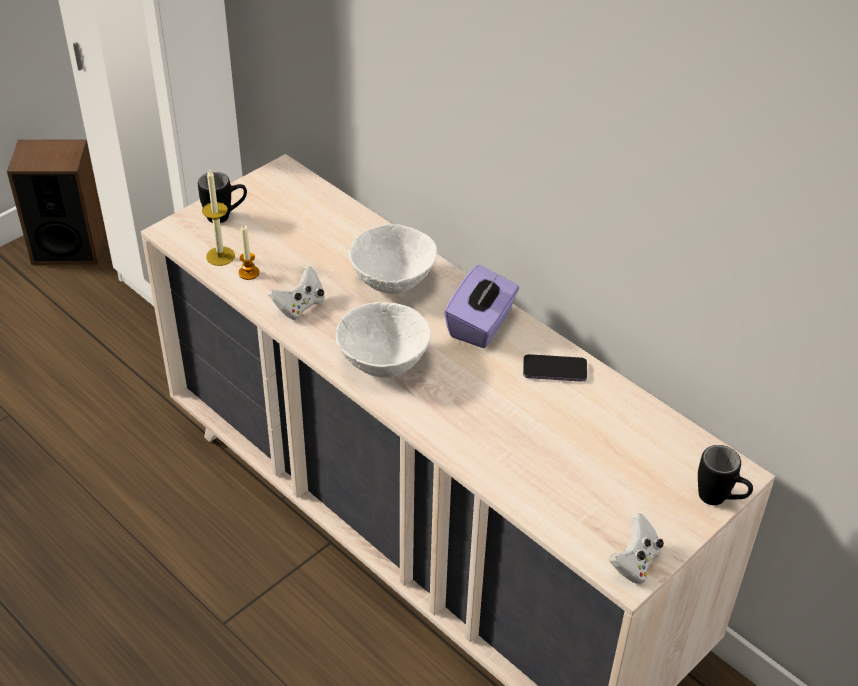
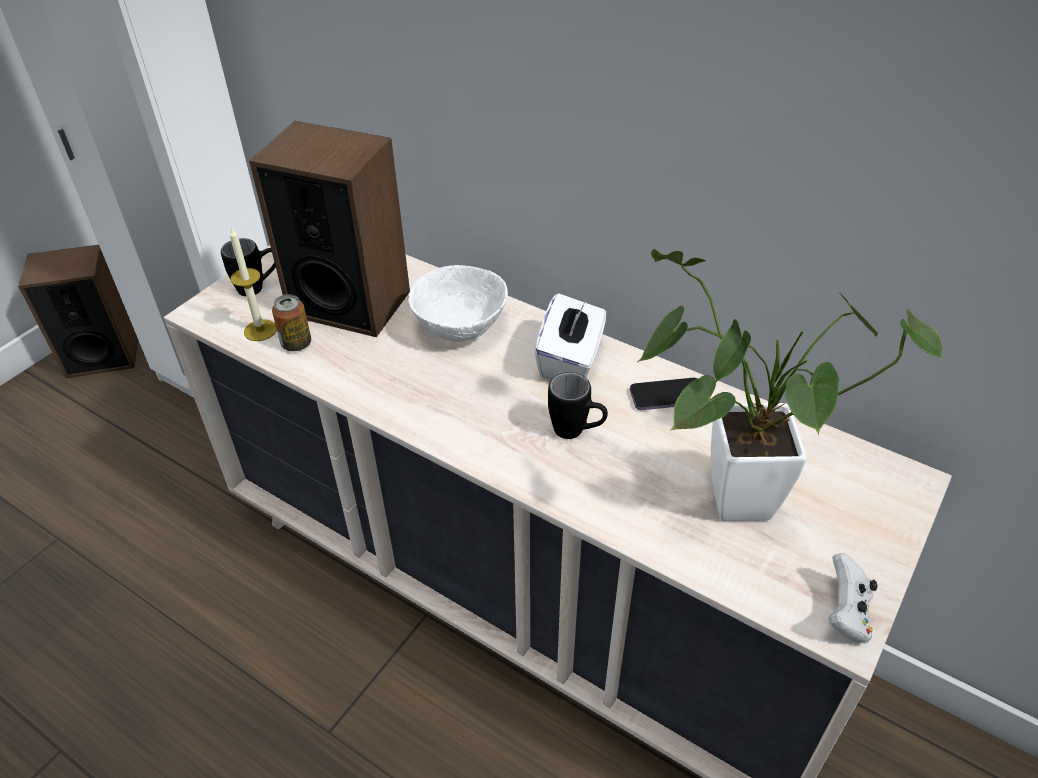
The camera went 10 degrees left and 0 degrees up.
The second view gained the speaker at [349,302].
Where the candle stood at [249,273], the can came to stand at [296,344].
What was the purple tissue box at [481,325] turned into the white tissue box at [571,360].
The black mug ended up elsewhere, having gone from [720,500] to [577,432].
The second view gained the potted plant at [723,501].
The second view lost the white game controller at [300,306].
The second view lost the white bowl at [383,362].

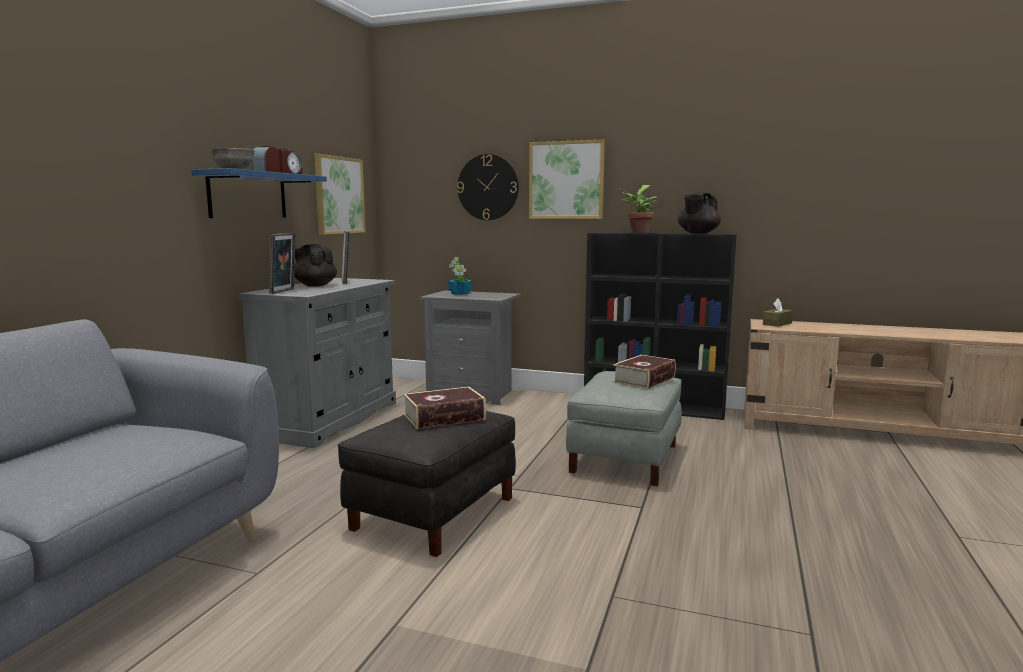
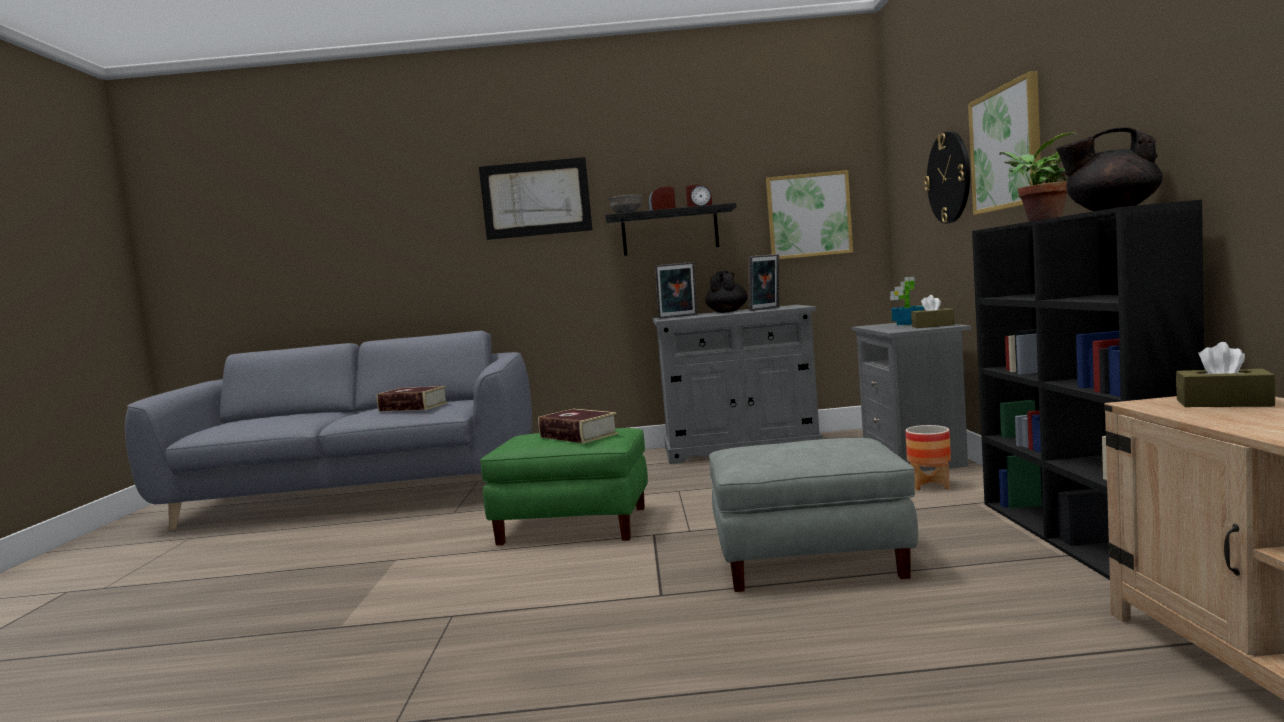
The camera went 70 degrees right and 5 degrees down.
The book ended up elsewhere, having gone from [644,379] to [413,407].
The second view gained the picture at [536,198].
What was the black ottoman at [433,513] turned into the green ottoman at [574,525].
What was the blue shelf at [248,195] turned into the black shelf at [670,232].
The second view gained the planter at [930,485].
The second view gained the brown tissue box at [932,326].

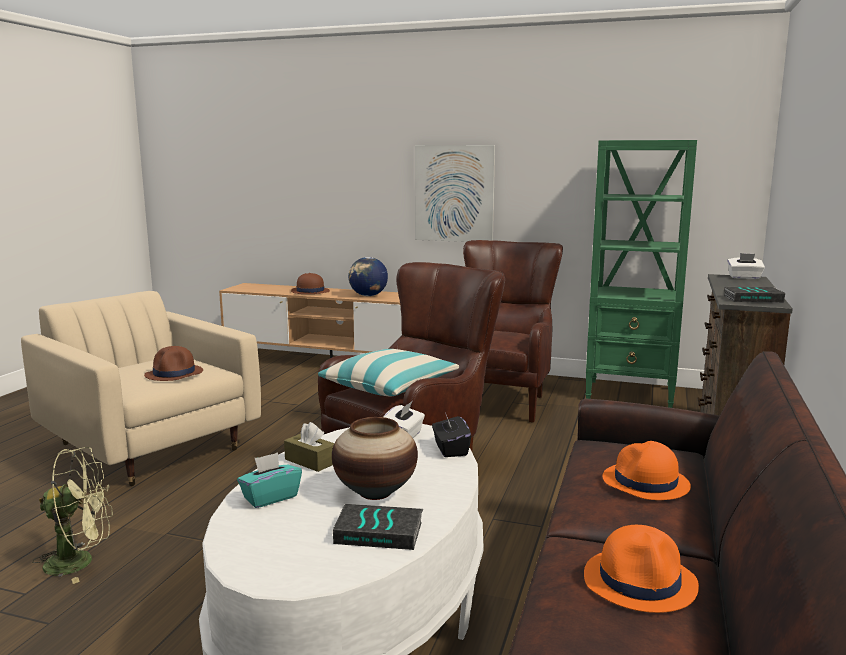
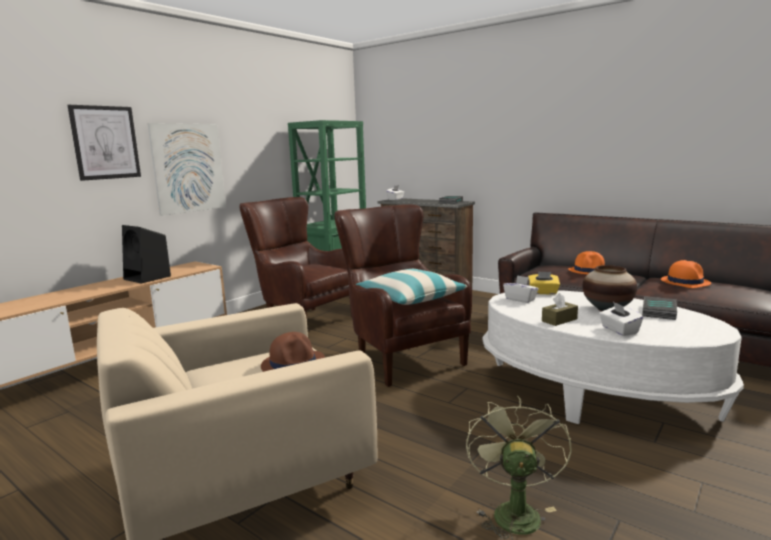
The camera went 70 degrees left and 0 degrees up.
The second view gained the picture at [105,142].
Where the globe stood at [368,296], the black speaker came to stand at [148,278].
What was the black tissue box at [450,449] turned into the yellow tissue box at [543,292].
What was the turquoise tissue box at [270,497] turned into the white tissue box at [619,330].
The second view lost the brown hat at [310,291].

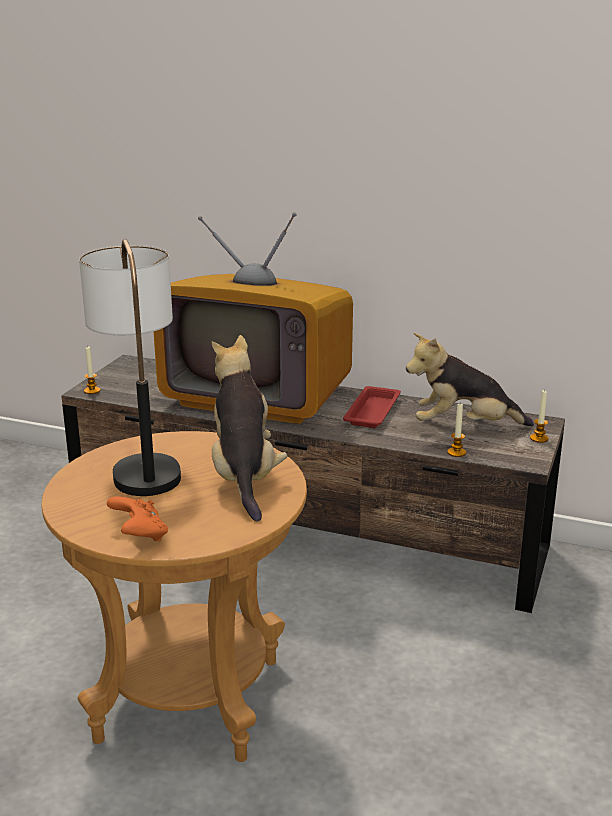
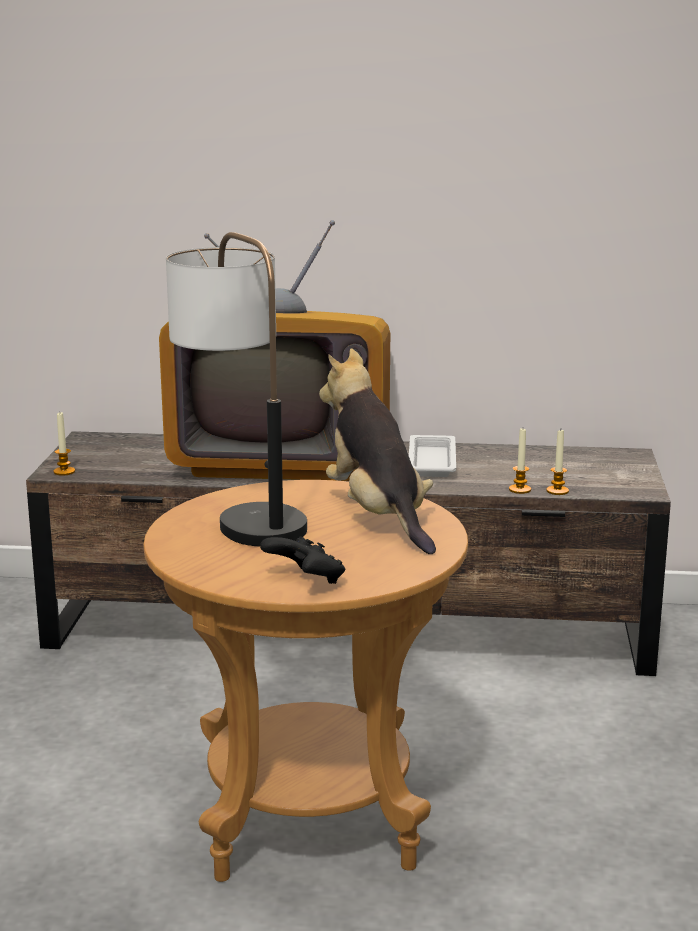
The camera went 15 degrees left and 5 degrees down.
What was the orange game controller at [139,535] turned into the black game controller at [306,581].
What was the red tray at [373,411] turned into the white tray at [432,461].
The candle ended up elsewhere, having gone from [539,438] to [520,489].
The second view lost the plush toy at [463,426].

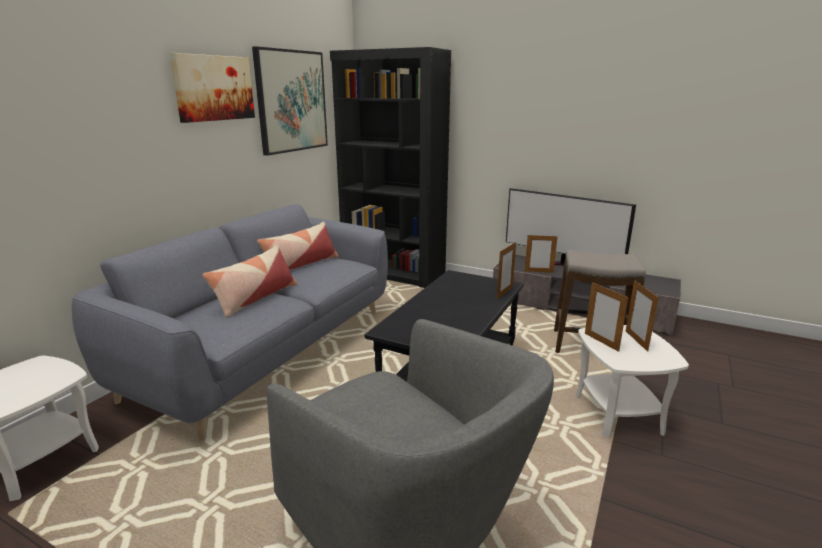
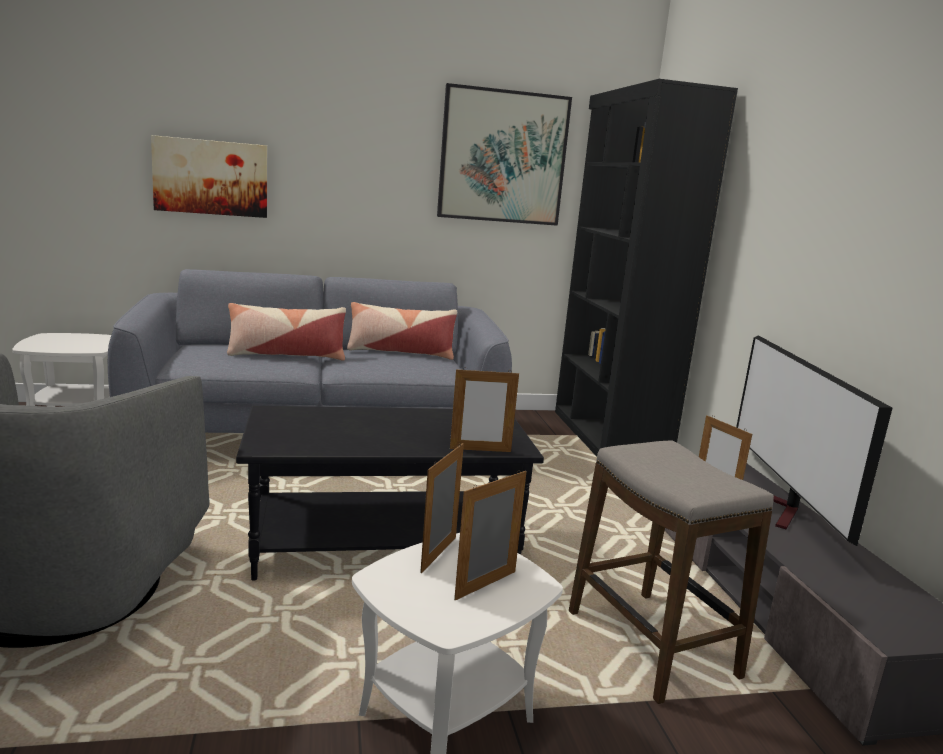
The camera went 50 degrees right and 5 degrees down.
The picture ended up elsewhere, having gone from [214,88] to [211,177].

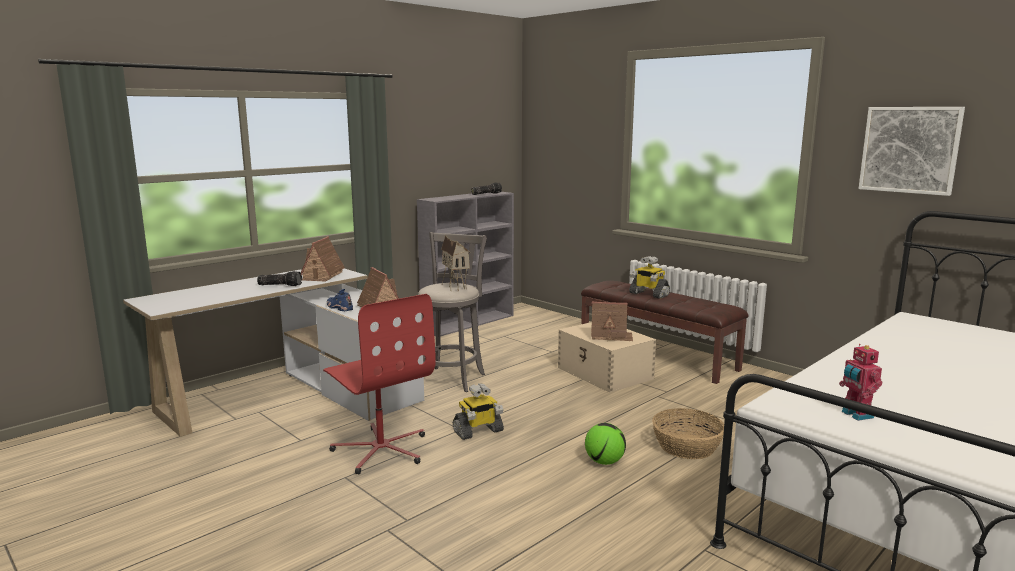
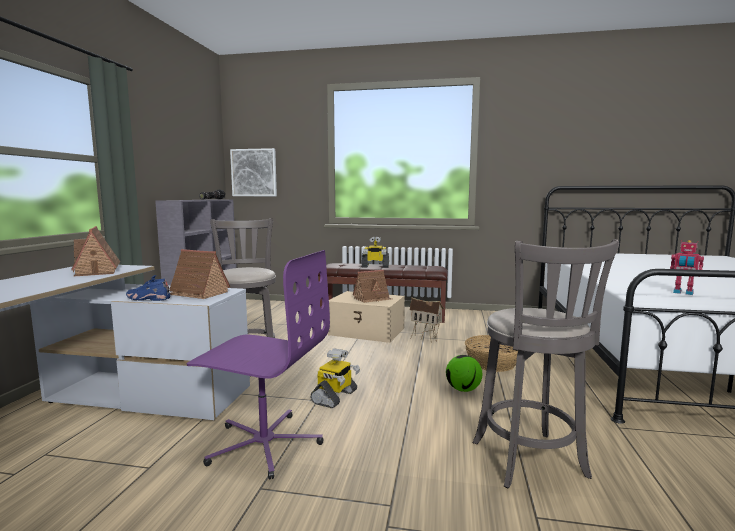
The camera went 35 degrees left and 5 degrees down.
What was the red office chair at [381,449] turned into the purple office chair at [264,444].
The picture ended up elsewhere, having gone from [909,150] to [254,172].
The toy house ended up elsewhere, having gone from [455,287] to [426,338].
The second view gained the grey stool at [531,462].
The second view lost the flashlight at [280,285].

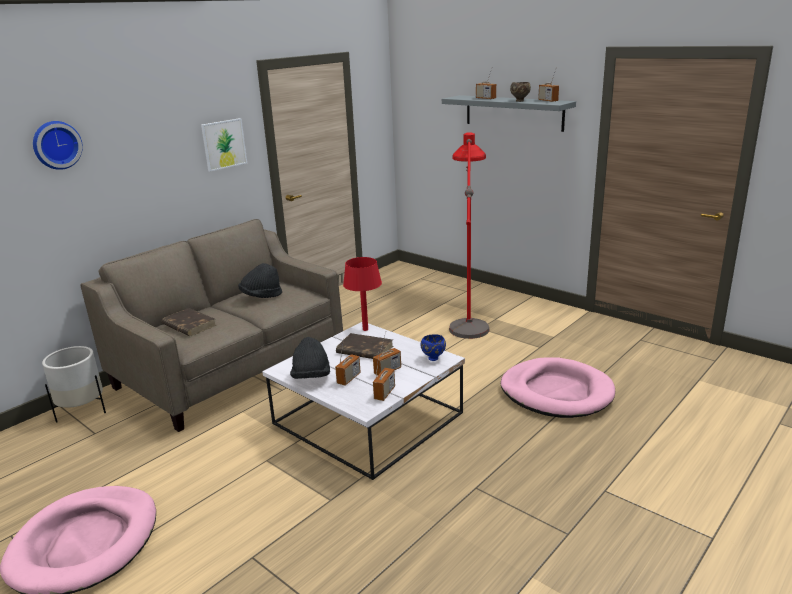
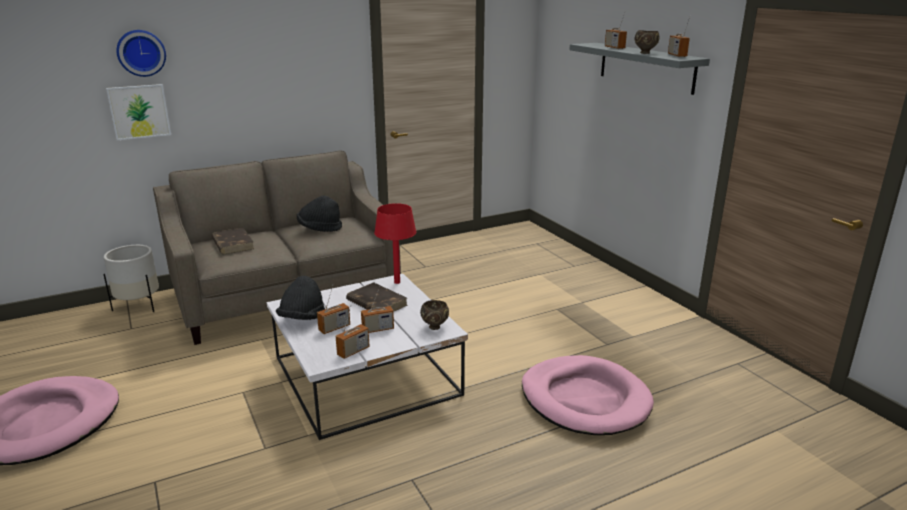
The camera went 20 degrees right and 0 degrees up.
The picture ended up elsewhere, having gone from [224,144] to [139,111].
What was the blue bowl at [433,358] turned into the brown bowl at [435,327].
The second view lost the red floor lamp at [469,317].

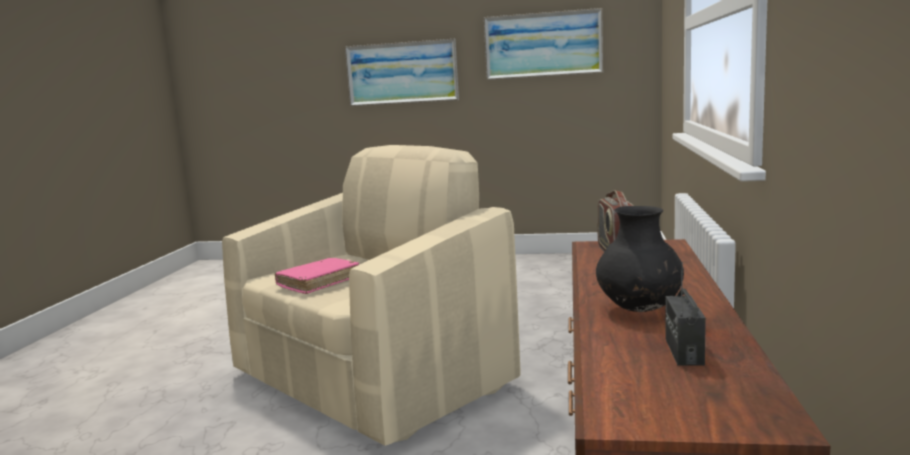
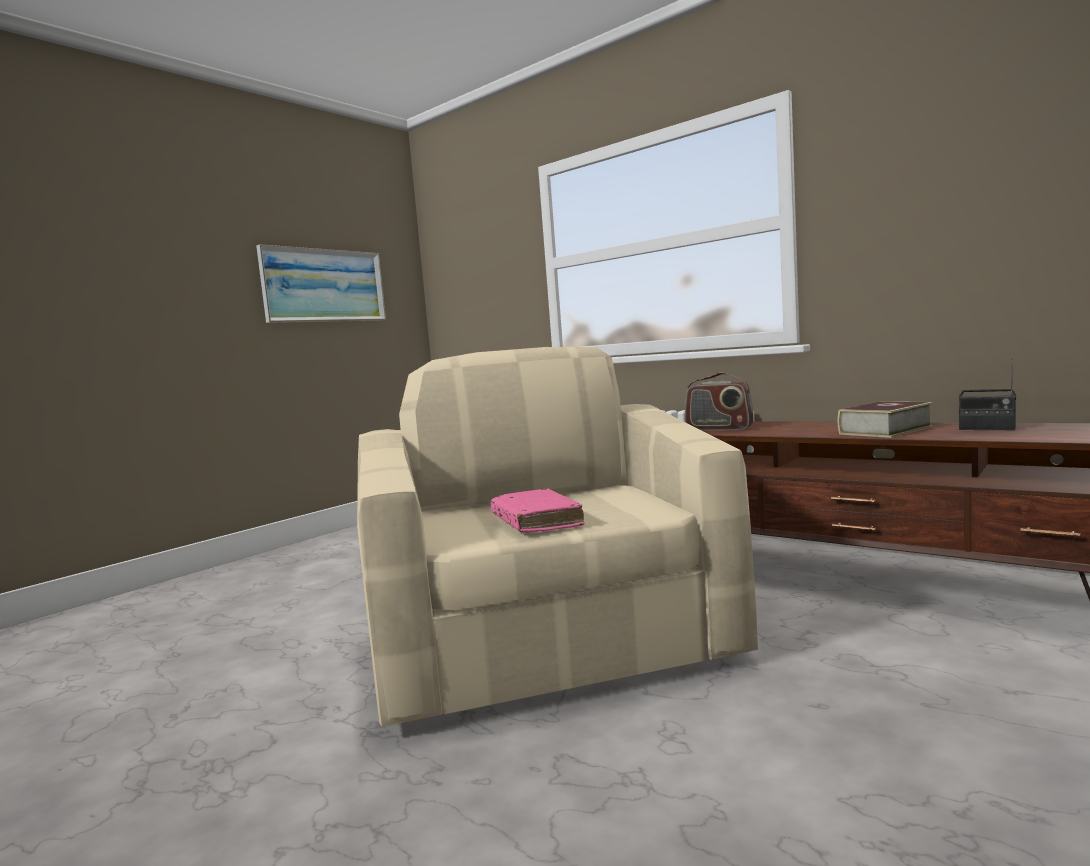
The camera went 60 degrees left and 5 degrees down.
Where the black vase stood at [639,309], the book came to stand at [885,430].
The second view lost the picture at [402,73].

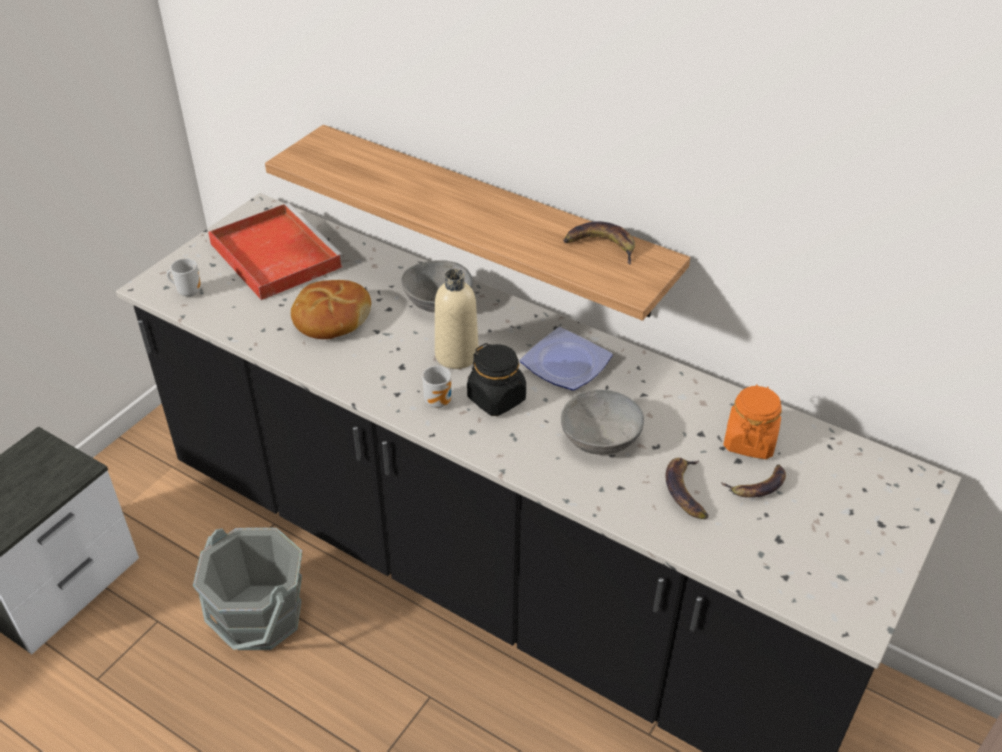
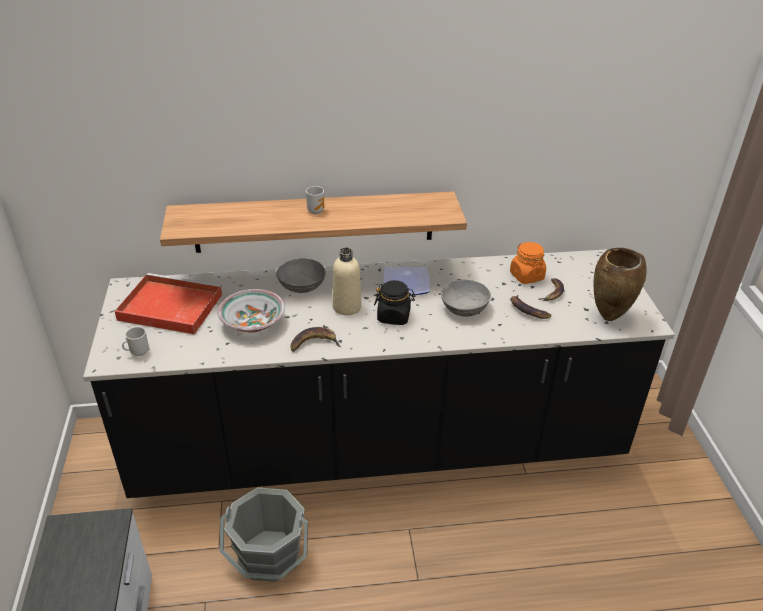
The camera went 40 degrees left and 5 degrees down.
Where the bread stood at [331,319], the bowl came to stand at [252,323].
The banana ended up elsewhere, having gone from [602,246] to [314,343].
The mug ended up elsewhere, having gone from [440,401] to [316,211].
The second view gained the brown vase at [608,318].

